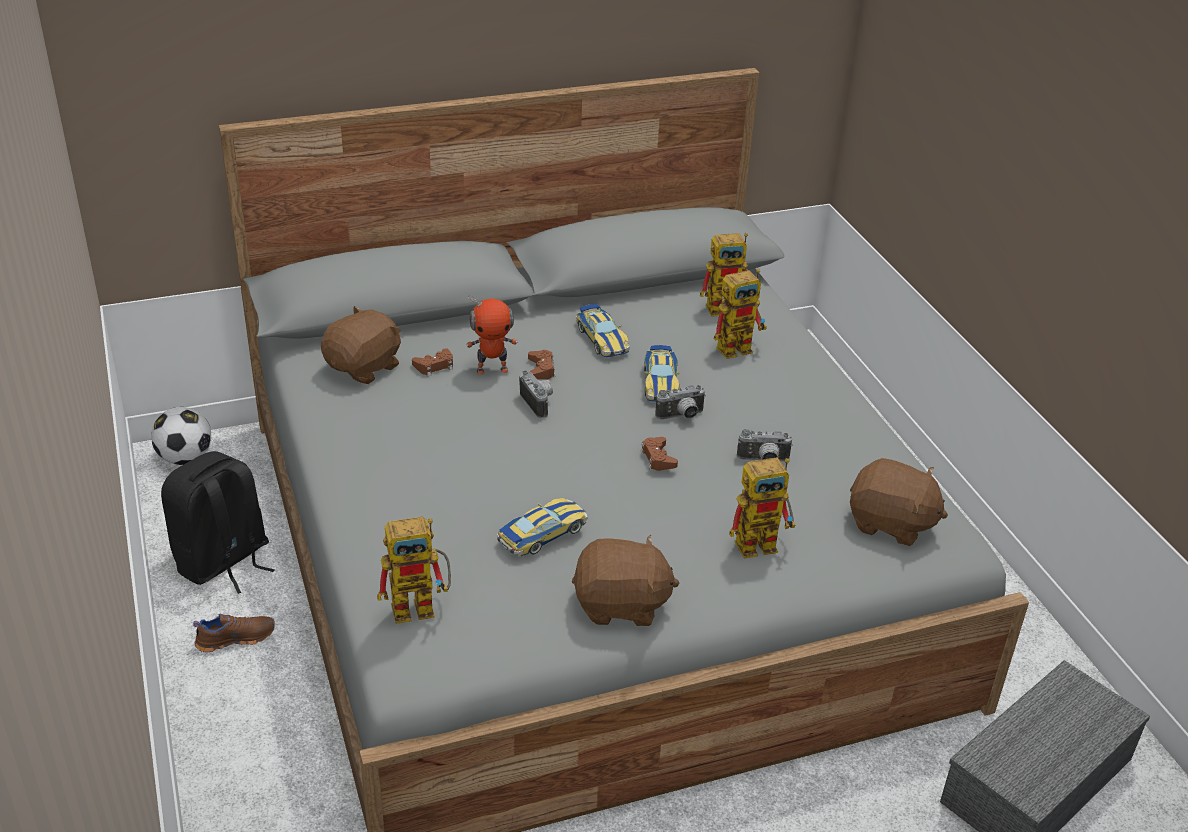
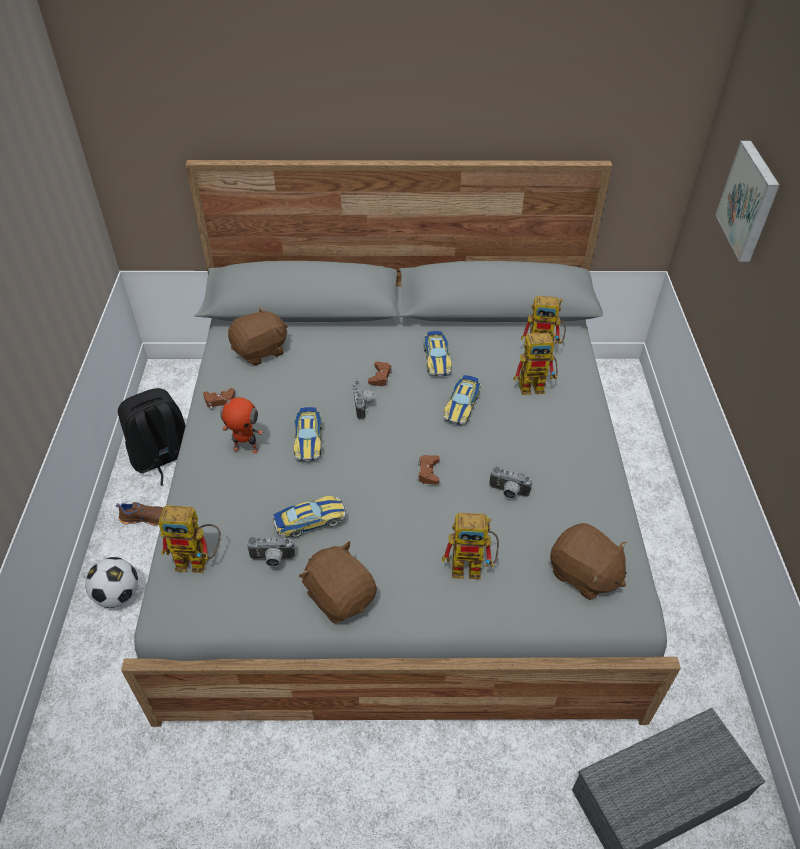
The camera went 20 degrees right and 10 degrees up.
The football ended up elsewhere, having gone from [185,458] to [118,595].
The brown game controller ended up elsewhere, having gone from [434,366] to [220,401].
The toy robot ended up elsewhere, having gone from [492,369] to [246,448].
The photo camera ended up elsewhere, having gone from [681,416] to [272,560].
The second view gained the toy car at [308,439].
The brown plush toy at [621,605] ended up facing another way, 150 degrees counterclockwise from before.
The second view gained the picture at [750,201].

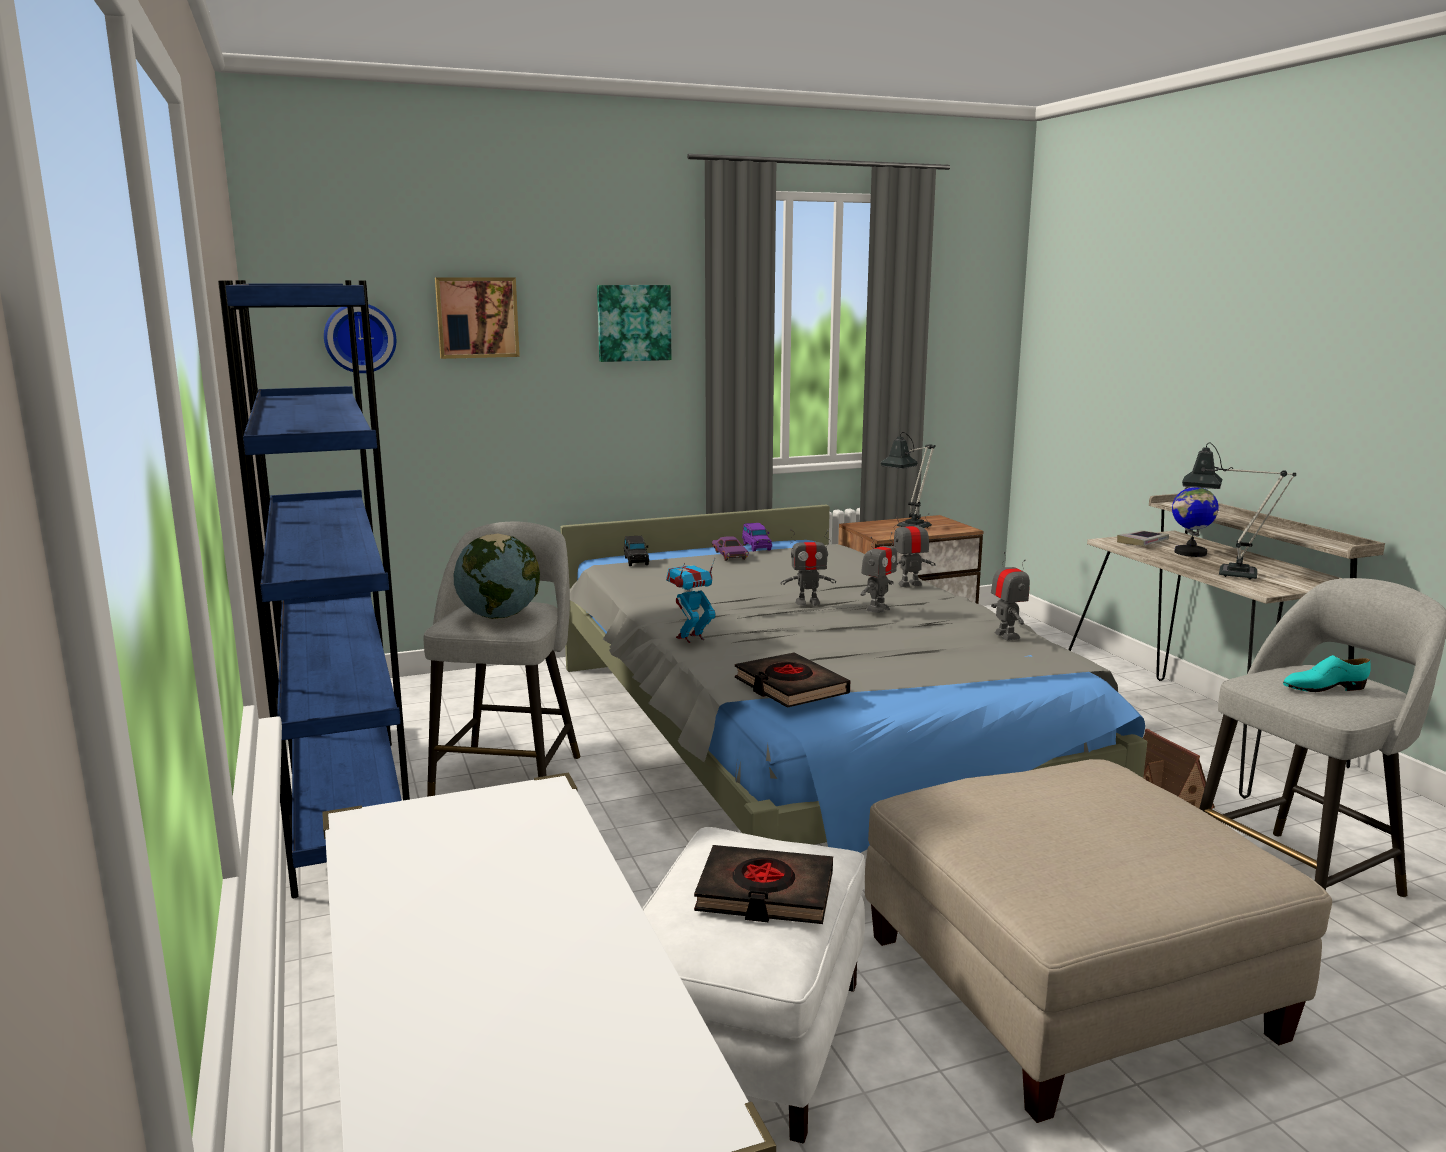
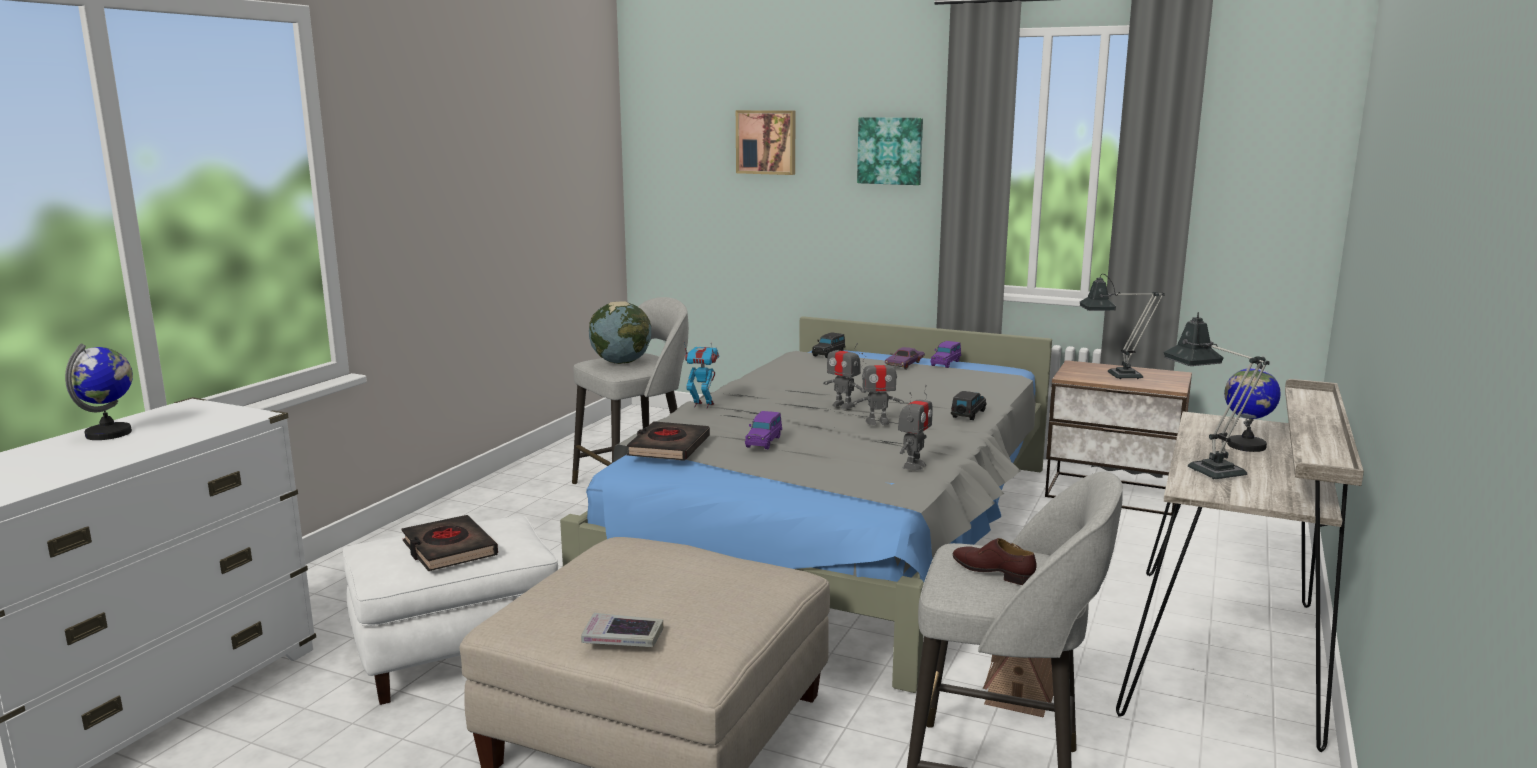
The camera went 45 degrees right and 0 degrees up.
The second view gained the globe at [109,434].
The book ended up elsewhere, having gone from [1142,542] to [622,637].
The second view gained the purple toy car at [764,441].
Where the toy robot stood at [909,584], the black toy car came to stand at [968,414].
What was the turquoise shoe at [1323,688] turned into the brown shoe at [993,571].
The second view lost the blue bookcase at [346,801].
The second view lost the wall clock at [360,338].

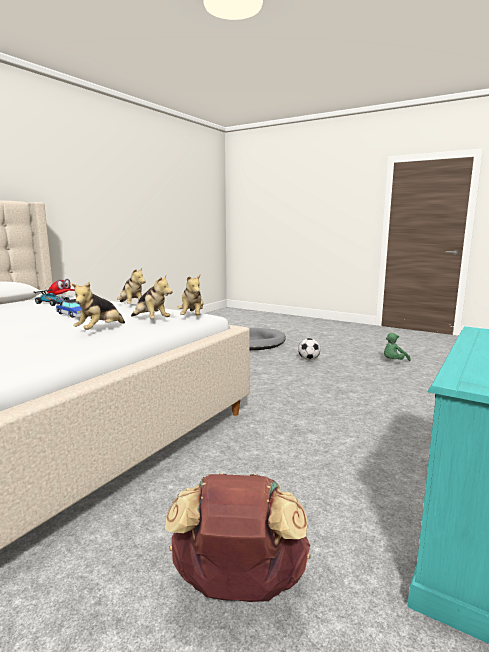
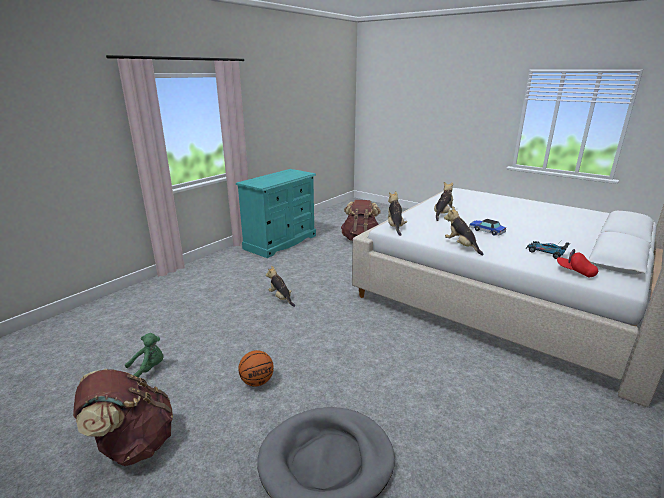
The camera went 175 degrees left and 10 degrees up.
The second view gained the brown backpack at [133,444].
Where the football stood at [308,359], the basketball came to stand at [257,381].
The plush toy ended up elsewhere, having gone from [150,321] to [281,298].

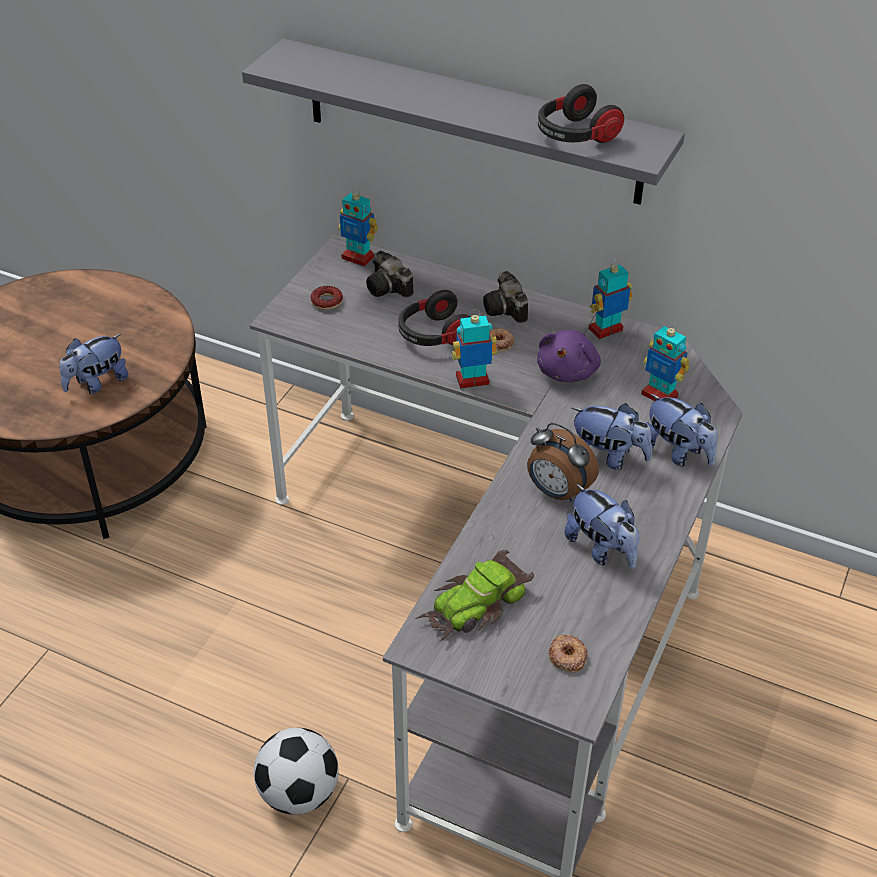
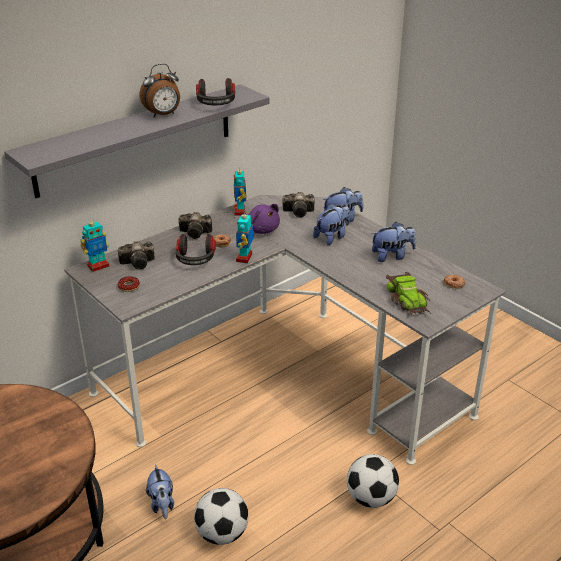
The camera went 65 degrees left and 10 degrees down.
The alarm clock ended up elsewhere, having gone from [557,492] to [163,115].
The plush toy ended up elsewhere, having gone from [97,383] to [162,504].
The second view gained the football at [222,533].
Where the toy robot stood at [660,395], the photo camera came to stand at [300,212].

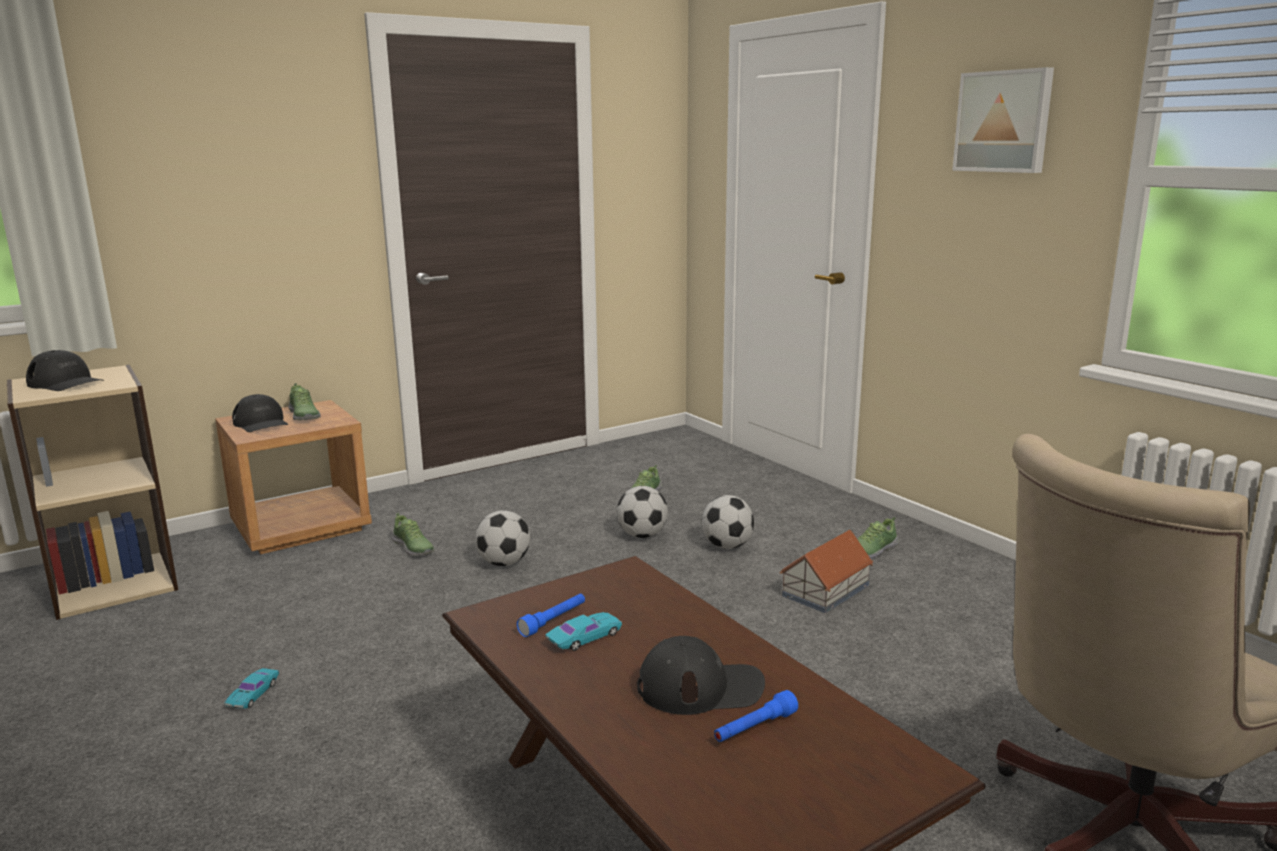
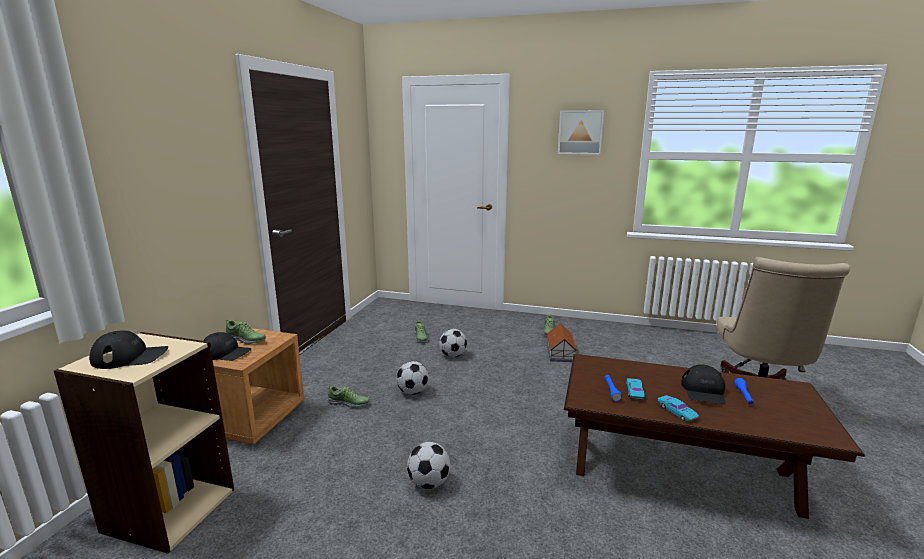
The camera went 40 degrees left and 0 degrees up.
The football ended up elsewhere, having gone from [727,546] to [429,483].
The turquoise toy car ended up elsewhere, having gone from [253,694] to [676,411].
The black cap at [700,687] ended up facing another way, 150 degrees clockwise from before.

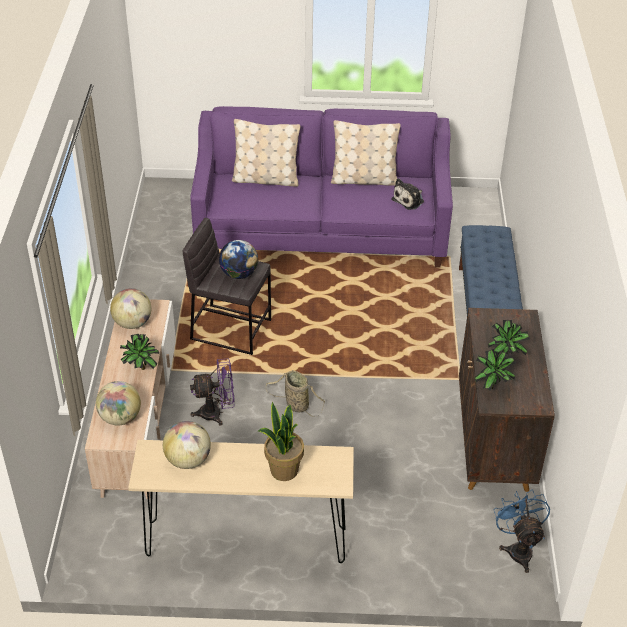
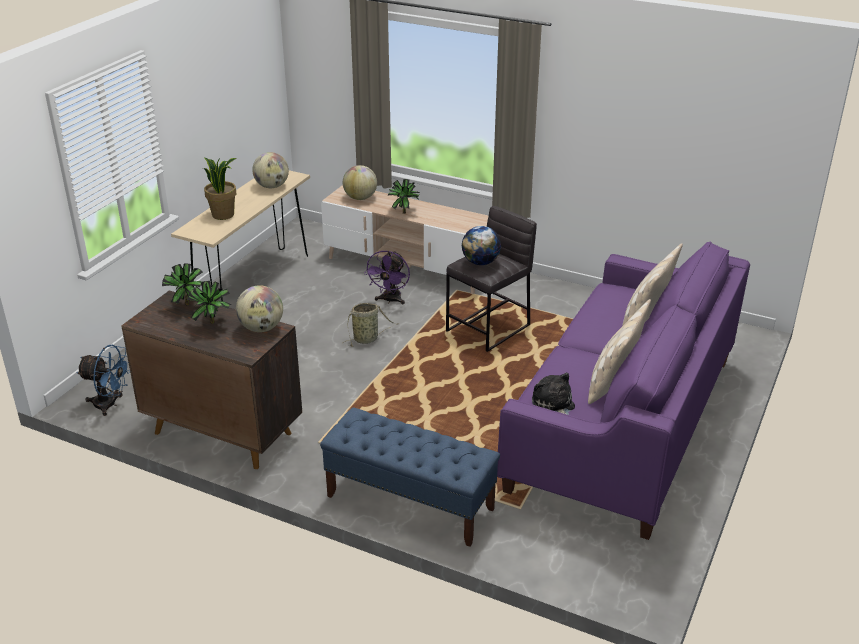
The camera went 115 degrees right and 10 degrees down.
The globe ended up elsewhere, having gone from [133,323] to [261,328].

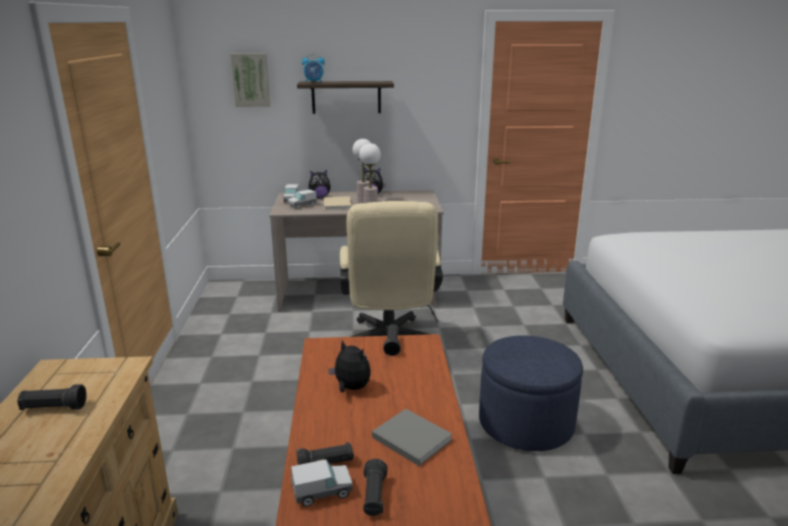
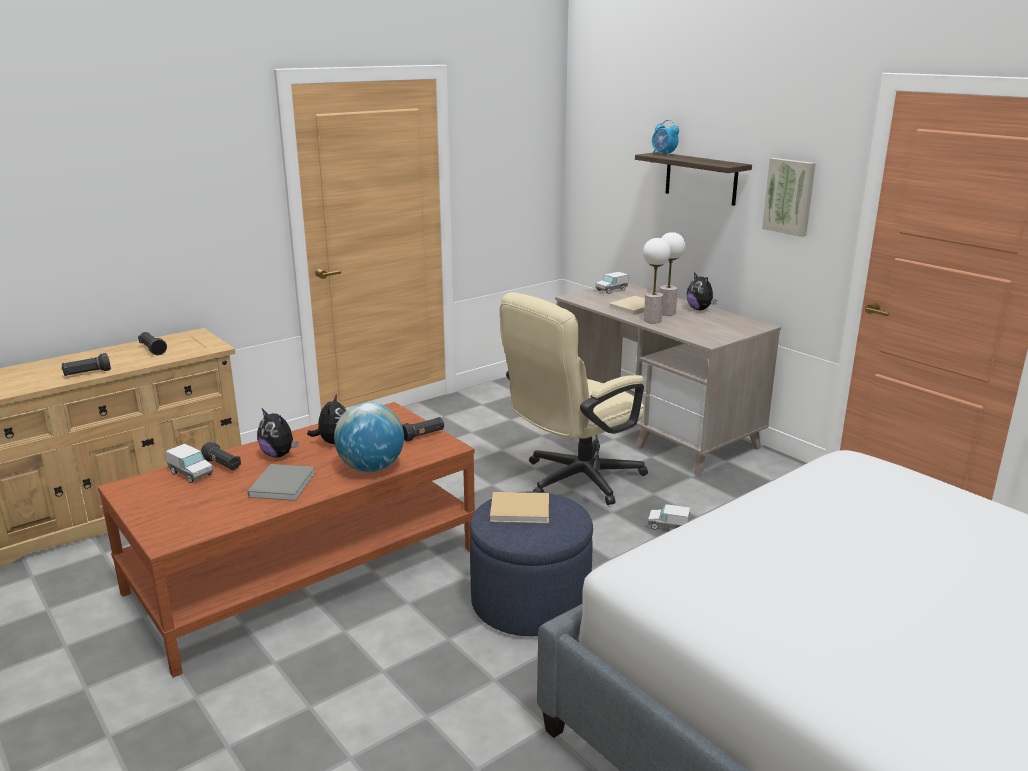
The camera went 55 degrees right and 0 degrees up.
The black flashlight ended up elsewhere, having gone from [374,497] to [87,373].
The plush toy ended up elsewhere, having gone from [319,197] to [279,455].
The second view gained the globe at [371,468].
The second view gained the beige book at [522,510].
The toy truck ended up elsewhere, having gone from [302,205] to [668,526].
The picture ended up elsewhere, having gone from [251,80] to [790,196].

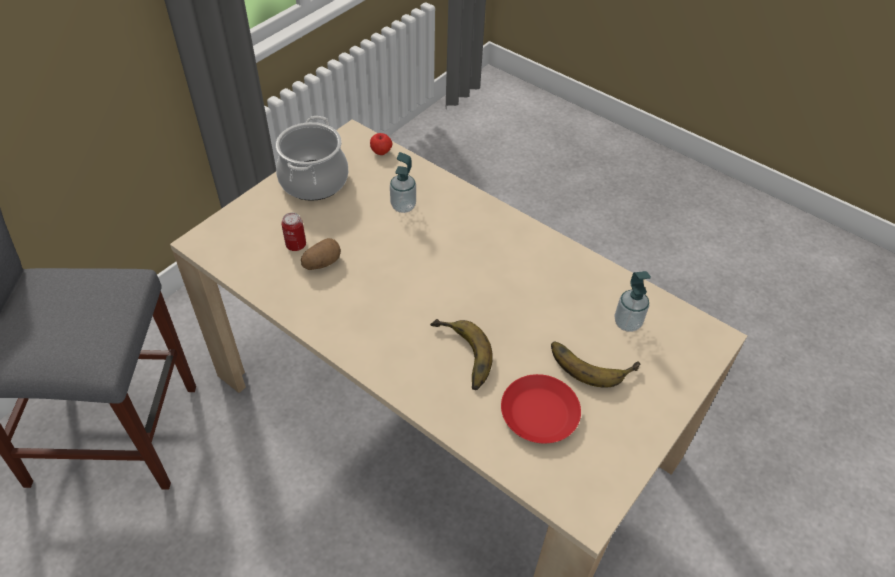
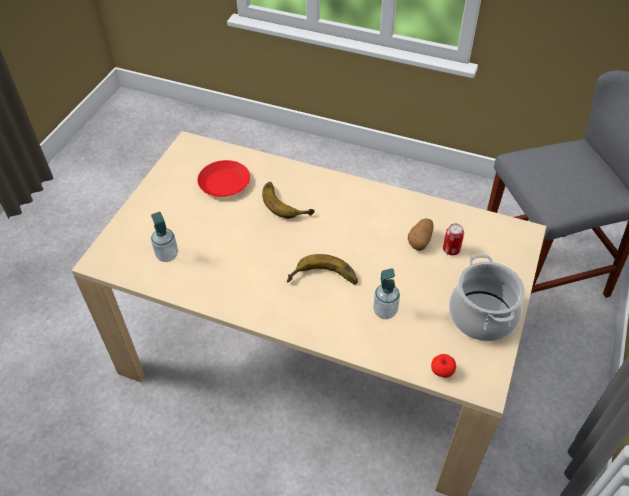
The camera went 165 degrees right and 0 degrees up.
The banana ended up elsewhere, having gone from [591,361] to [323,280].

